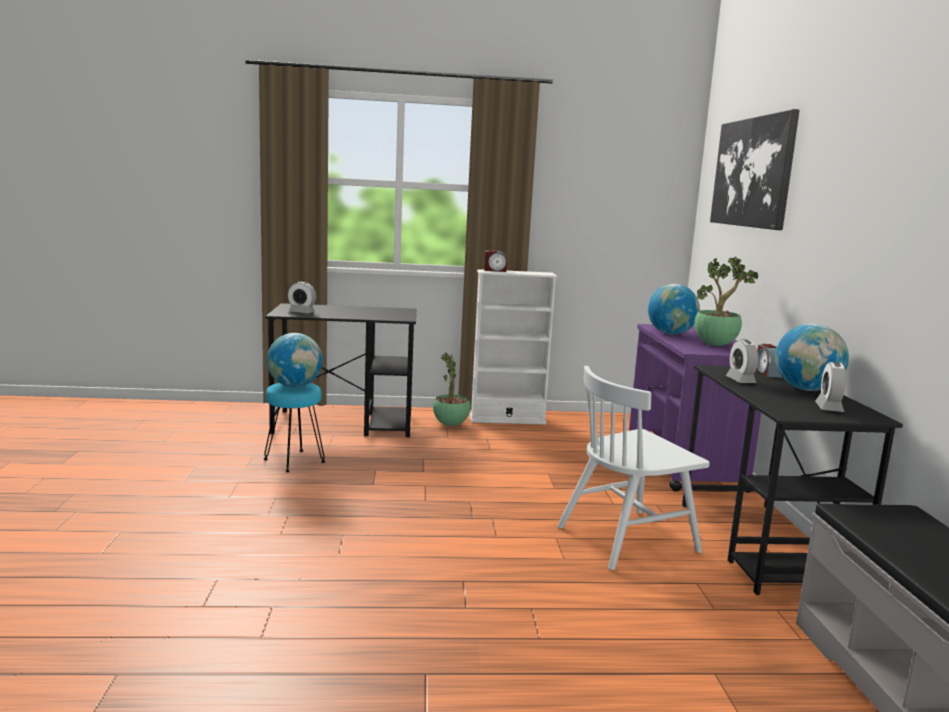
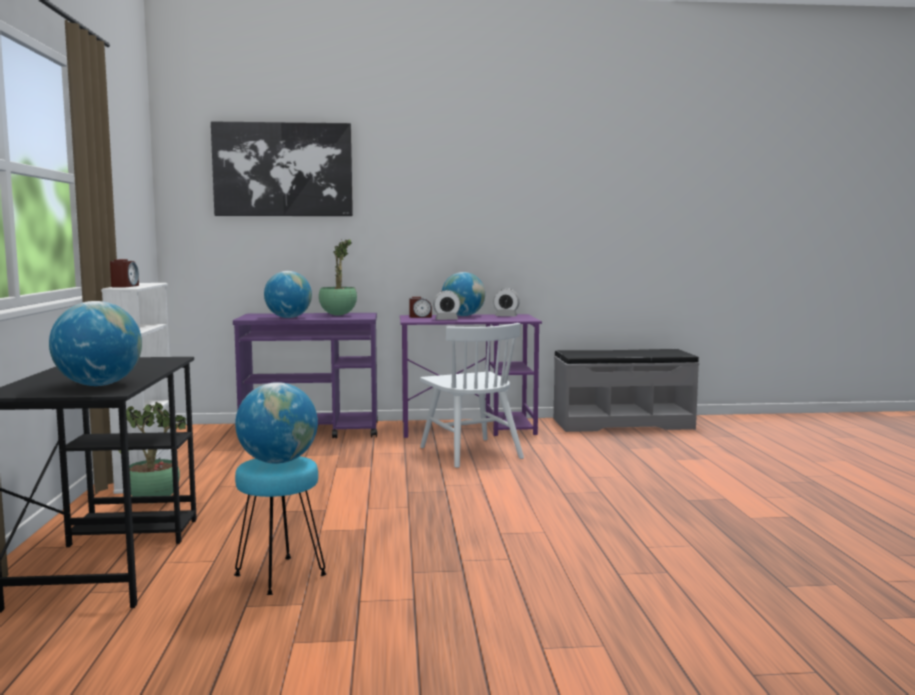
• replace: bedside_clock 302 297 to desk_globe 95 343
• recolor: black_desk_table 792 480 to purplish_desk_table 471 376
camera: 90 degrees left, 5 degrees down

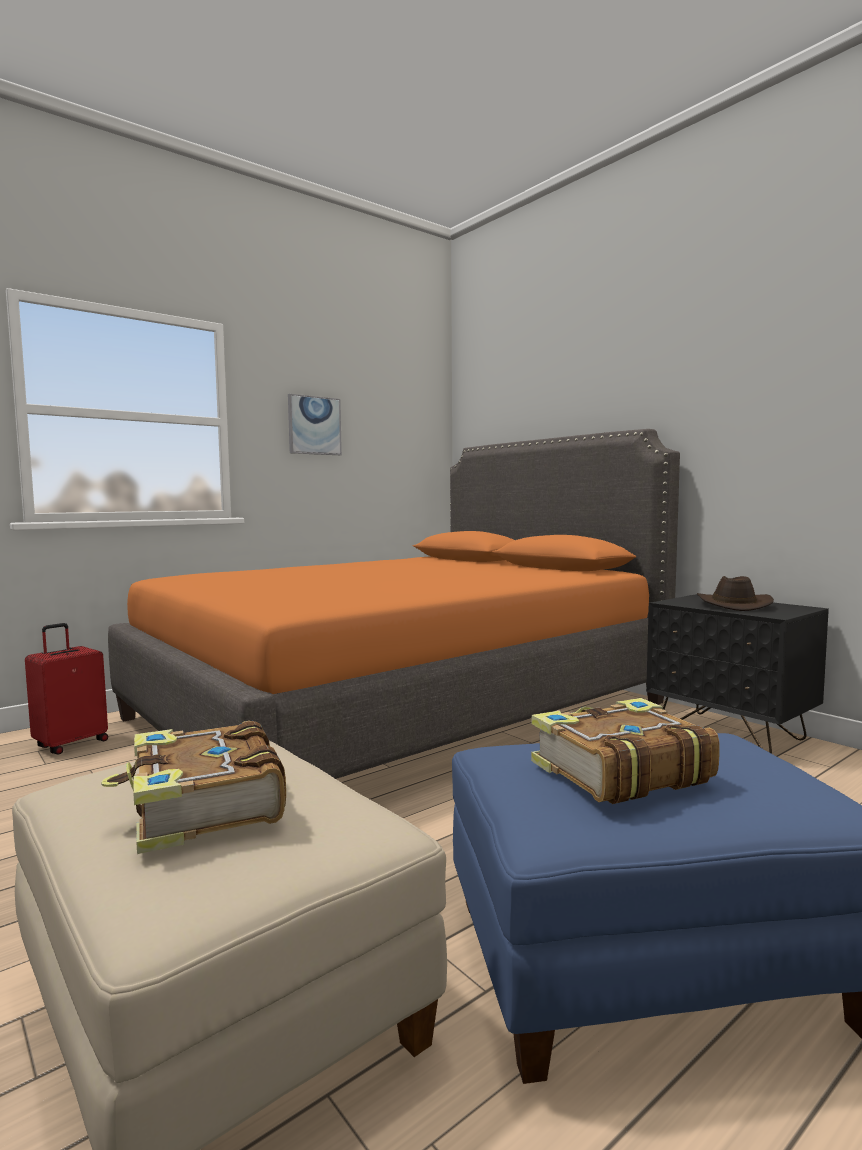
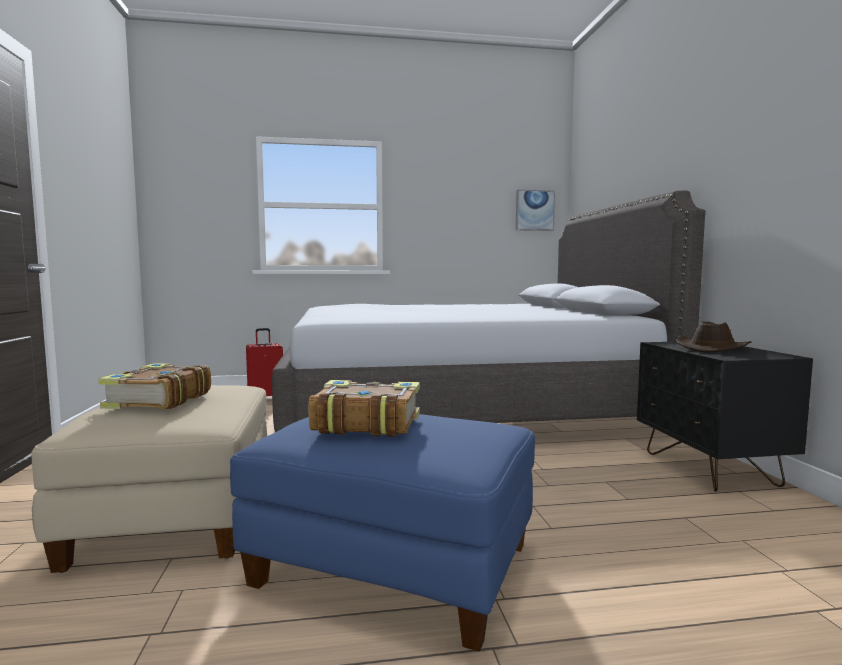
• move: wall_art 315 424 to 535 210
• recolor: orange-coloured_bedroom_bed 394 604 to grey_bedroom_bed 488 314
camera: 30 degrees right, 0 degrees up

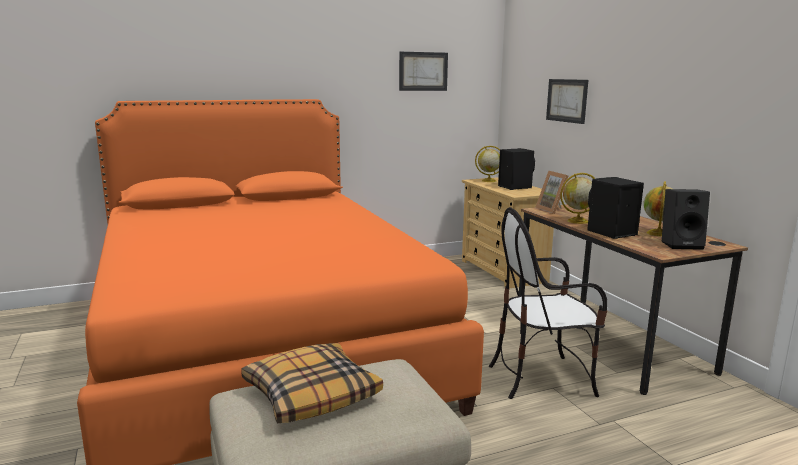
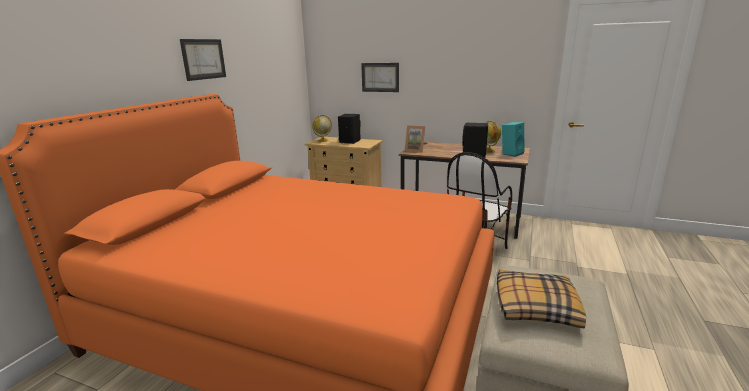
• delete: desk_globe 578 198
• move: wall_art 423 71 to 203 60
• recolor: black_speaker 686 219 to turquoise-coloured_speaker 513 139
camera: 45 degrees left, 5 degrees up

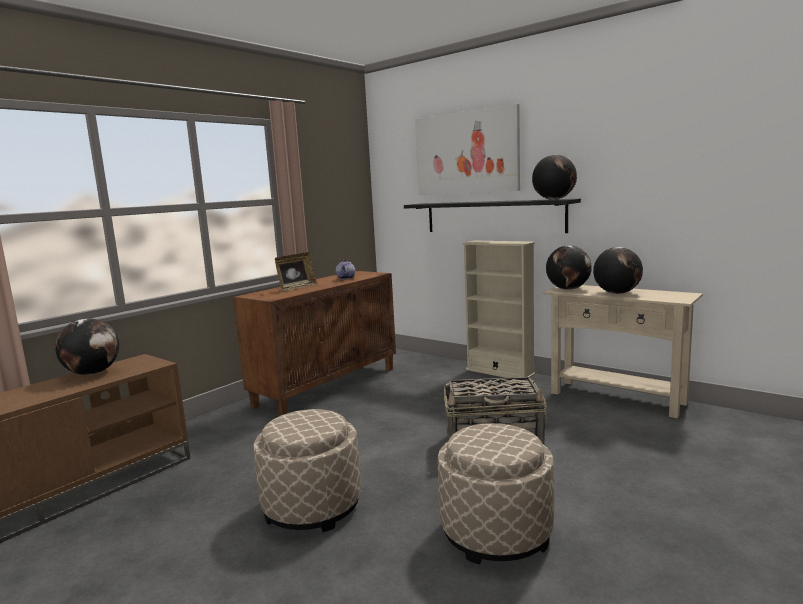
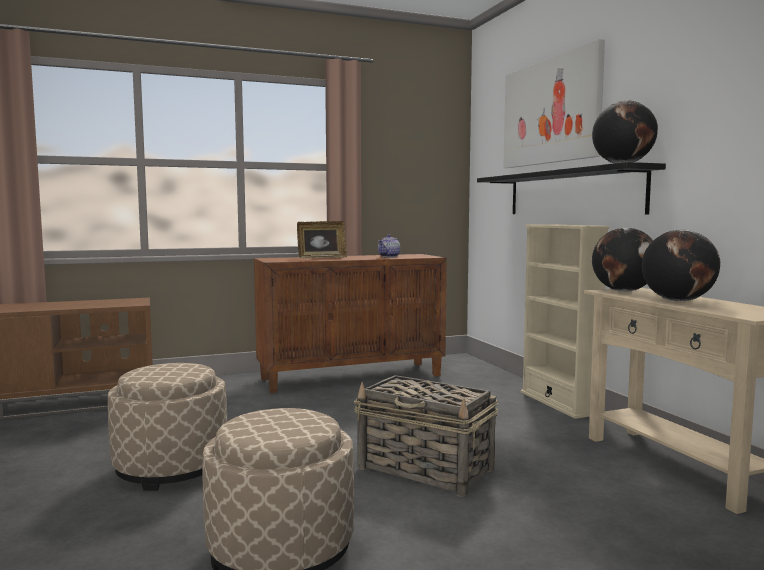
• delete: desk_globe 87 347
camera: 30 degrees right, 5 degrees down

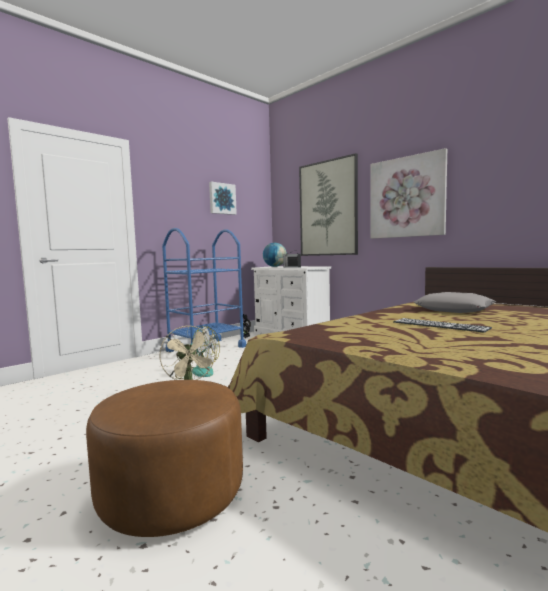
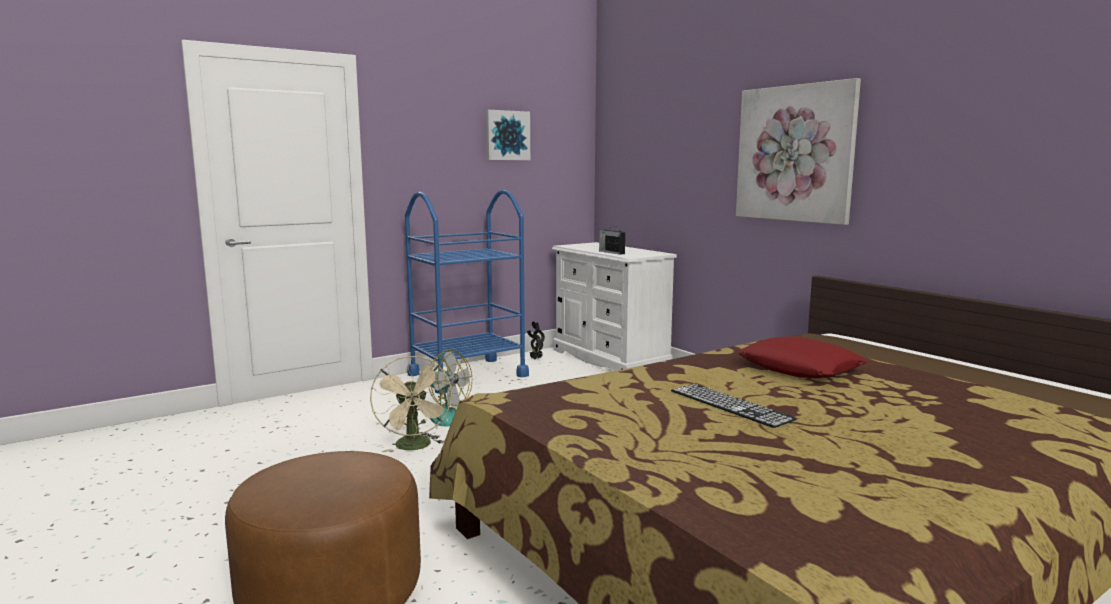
• delete: desk_globe 275 255
• delete: wall_art 328 204
• recolor: grey_throw_pillow 454 302 to red_throw_pillow 802 357
camera: 10 degrees right, 5 degrees up

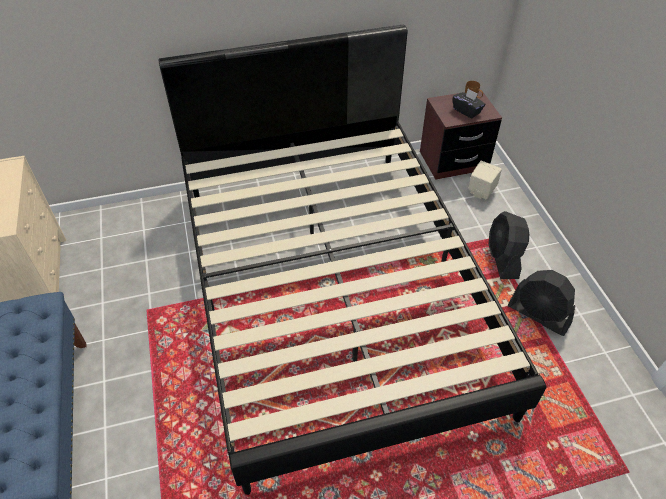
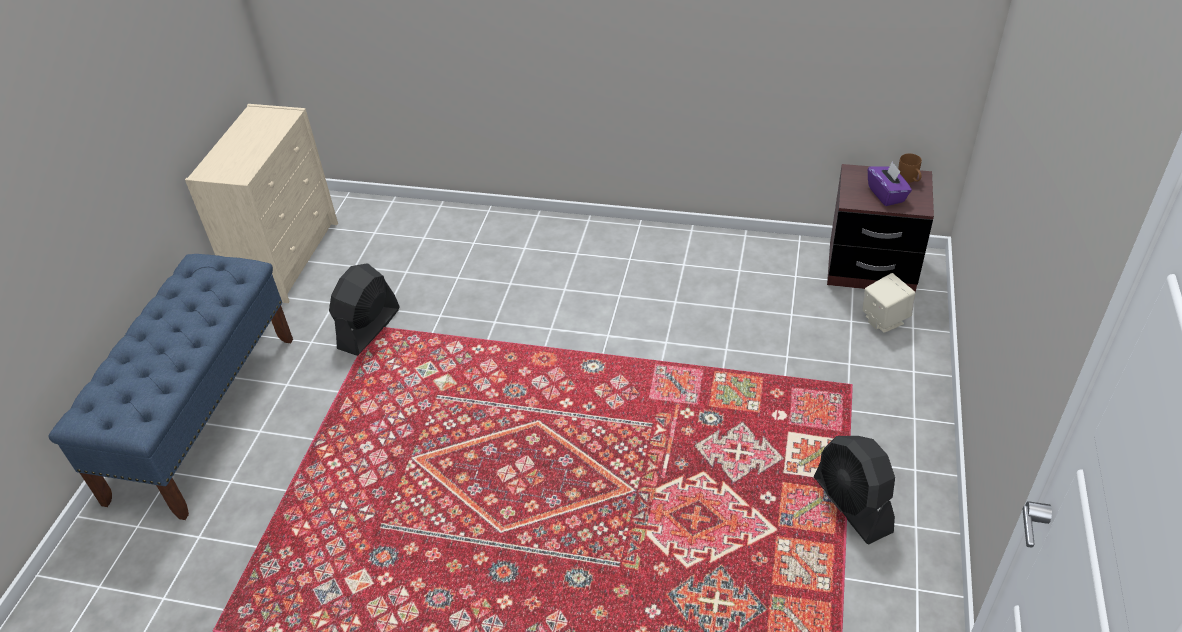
• delete: black_bedroom_bed 353 260
• move: black_electric_fan 509 245 to 364 309
• recolor: black_tissue_holder 469 103 to purplish_tissue_holder 890 183
camera: 30 degrees right, 5 degrees down

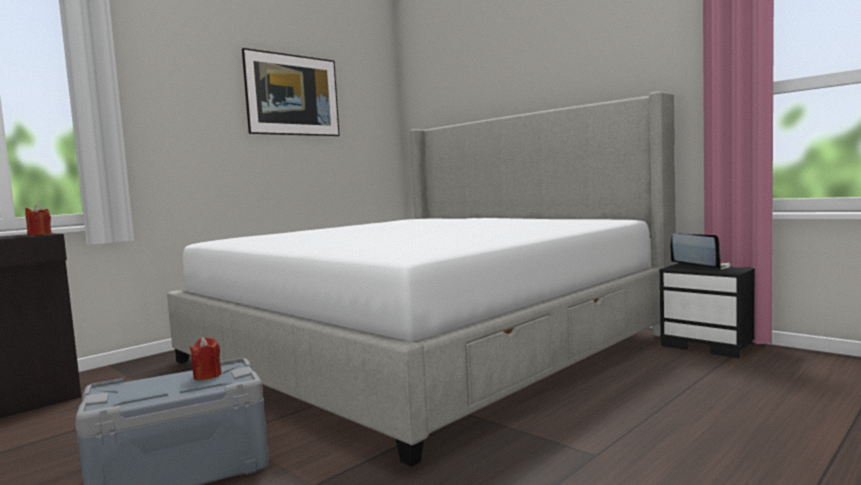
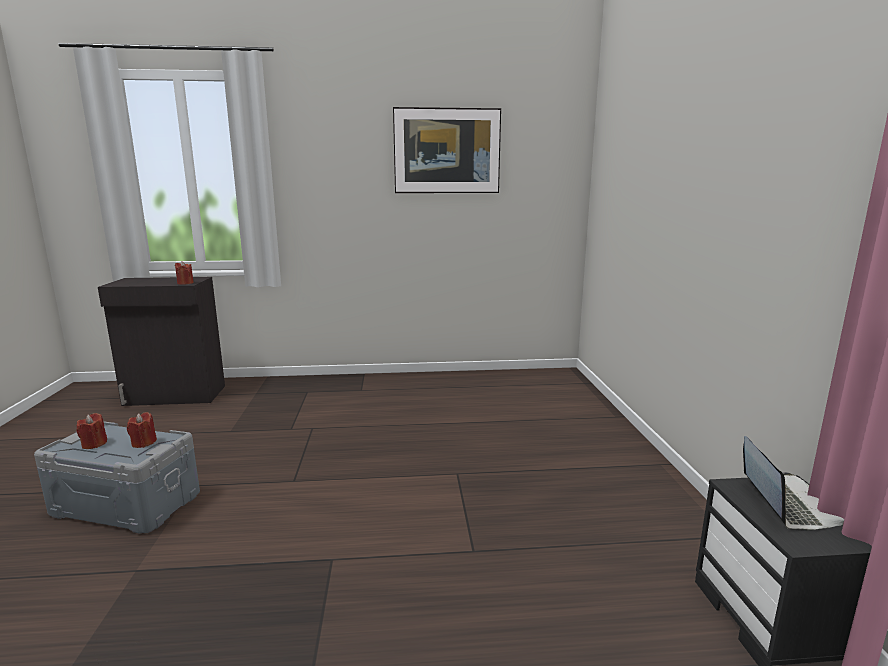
• delete: bedroom_bed 421 279
• insert: red_wax_candle 91 431
camera: 40 degrees right, 10 degrees up

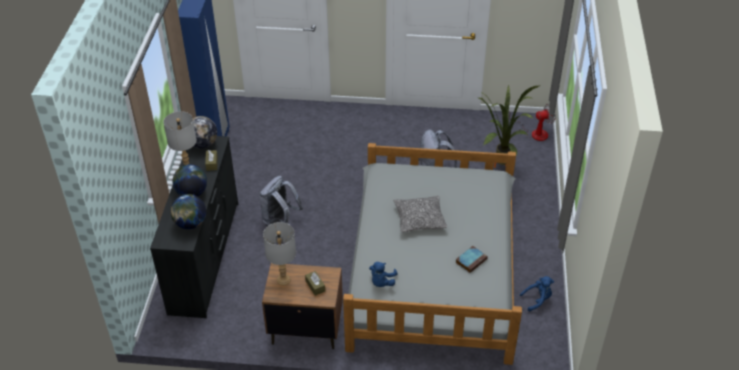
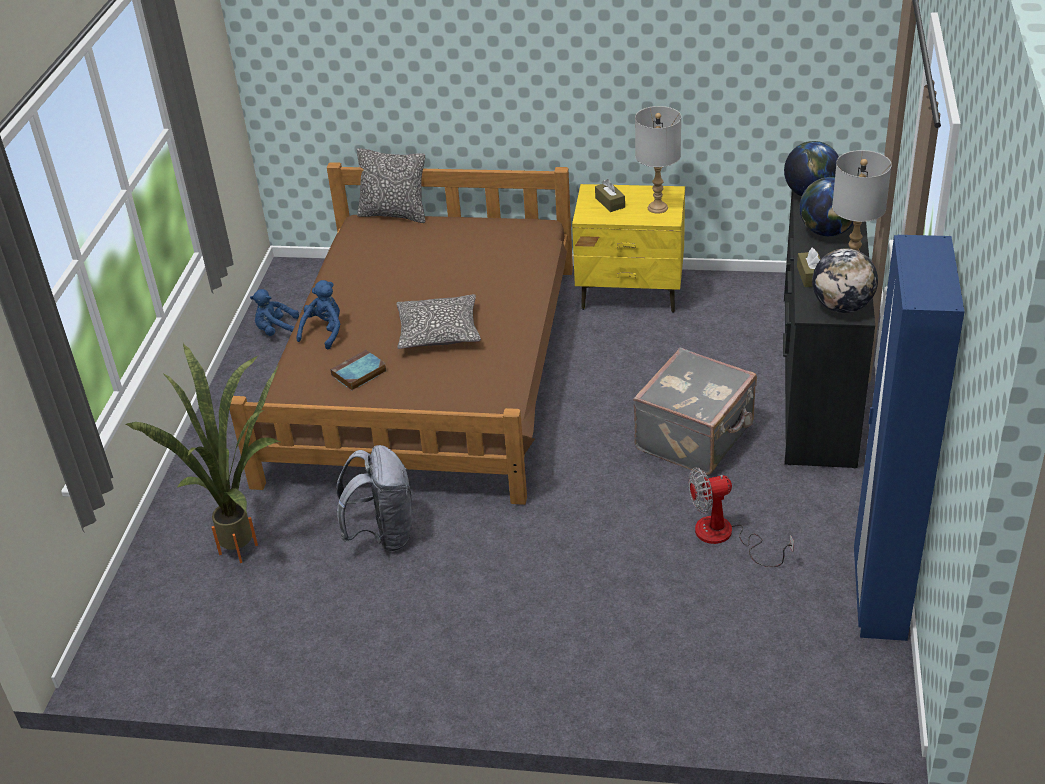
• insert: throw_pillow 391 185
• move: blue-coloured_soft_toy 383 274 to 318 315
• move: book 472 259 to 359 370
• move: electric_fan 532 122 to 741 517
• replace: grey_knapsack 281 201 to grey_piece_of_luggage 695 411
• recolor: brownish_nightstand 302 306 to yellow-coloured_nightstand 628 248
• recolor: grey_bedroom_bed 432 254 to brownish_bedroom_bed 401 333
camera: 175 degrees left, 5 degrees down

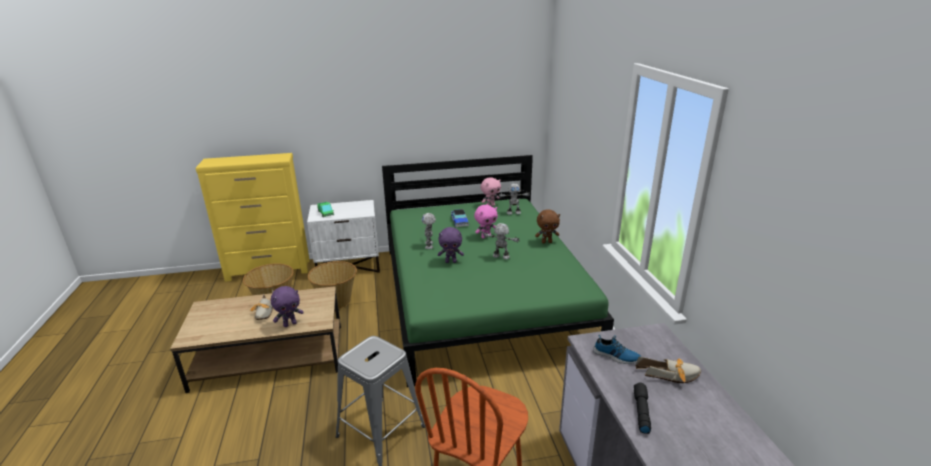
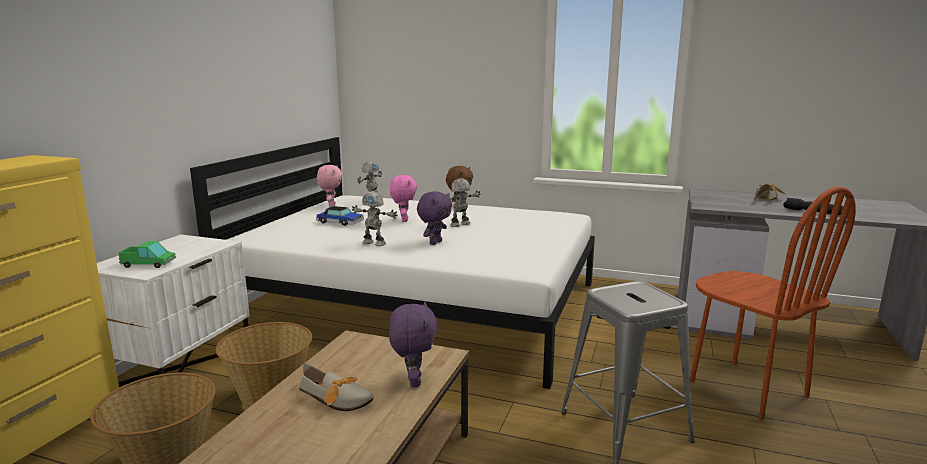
• delete: low_shoe 617 349
• recolor: greenish_bedroom_bed 498 271 to white_bedroom_bed 392 263
camera: 60 degrees left, 10 degrees down

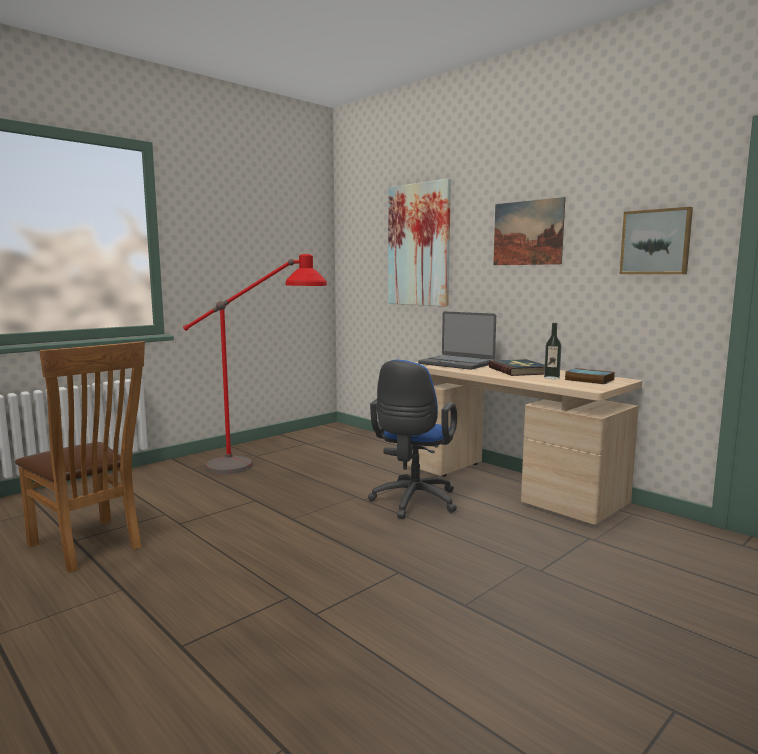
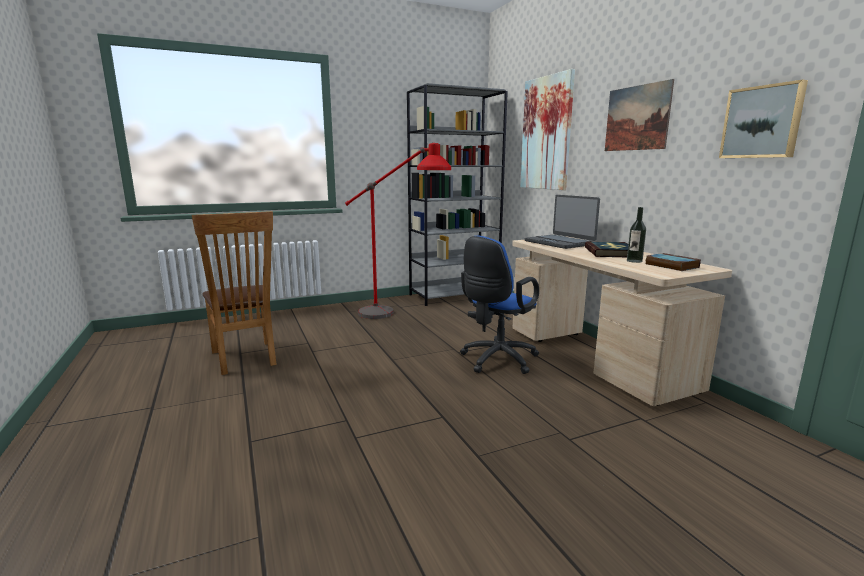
• insert: grey_shelving_unit 457 194
camera: 20 degrees right, 5 degrees up

